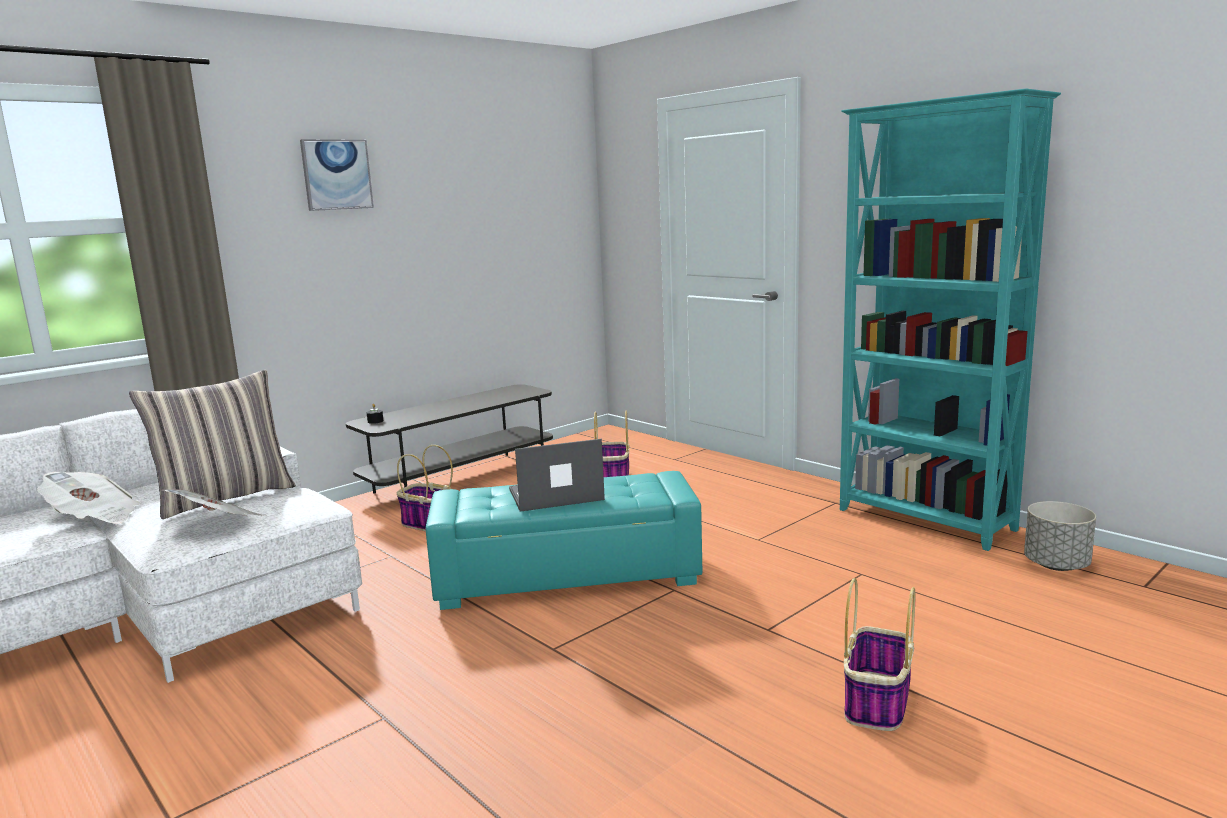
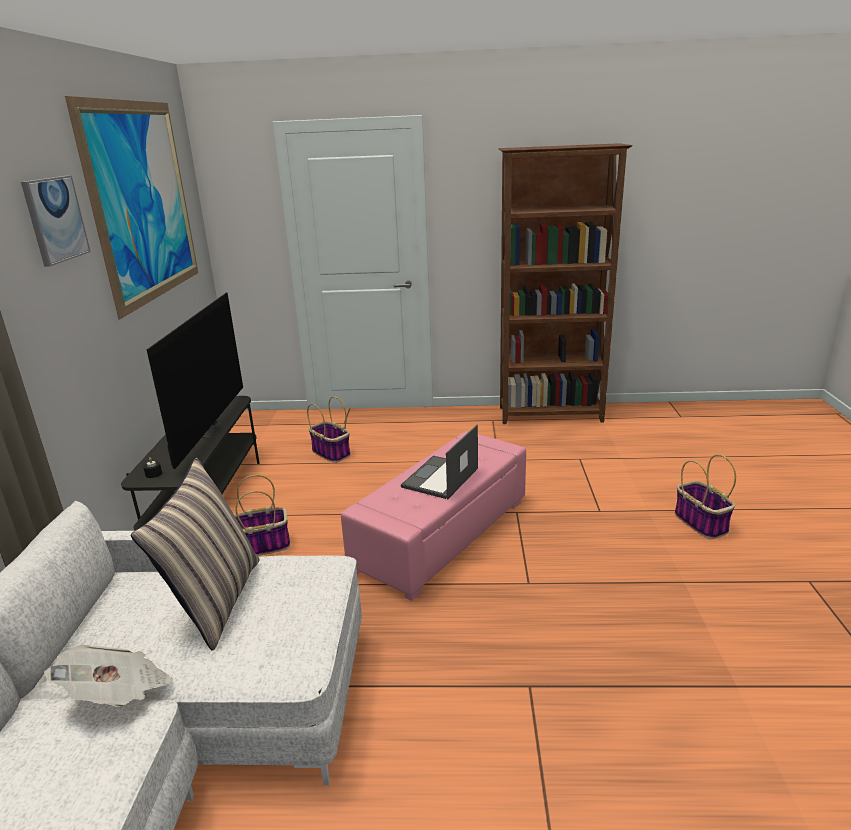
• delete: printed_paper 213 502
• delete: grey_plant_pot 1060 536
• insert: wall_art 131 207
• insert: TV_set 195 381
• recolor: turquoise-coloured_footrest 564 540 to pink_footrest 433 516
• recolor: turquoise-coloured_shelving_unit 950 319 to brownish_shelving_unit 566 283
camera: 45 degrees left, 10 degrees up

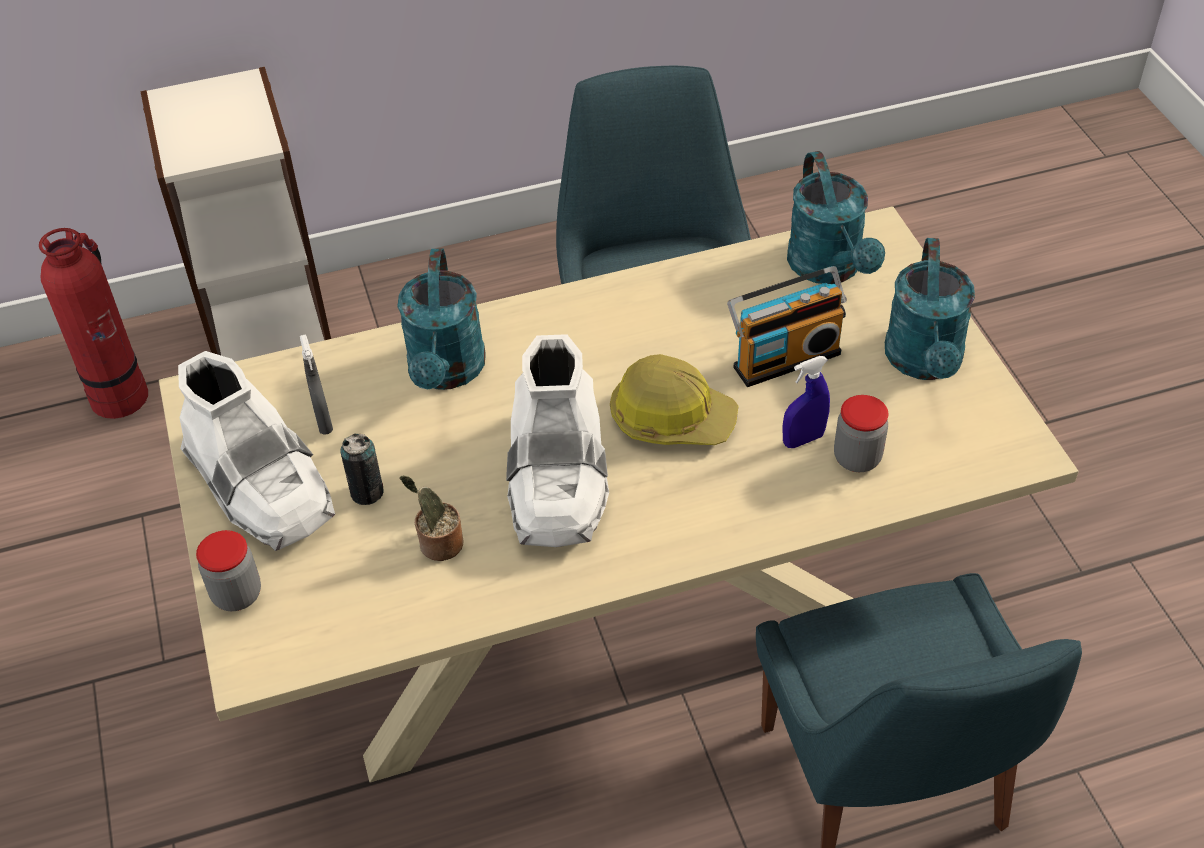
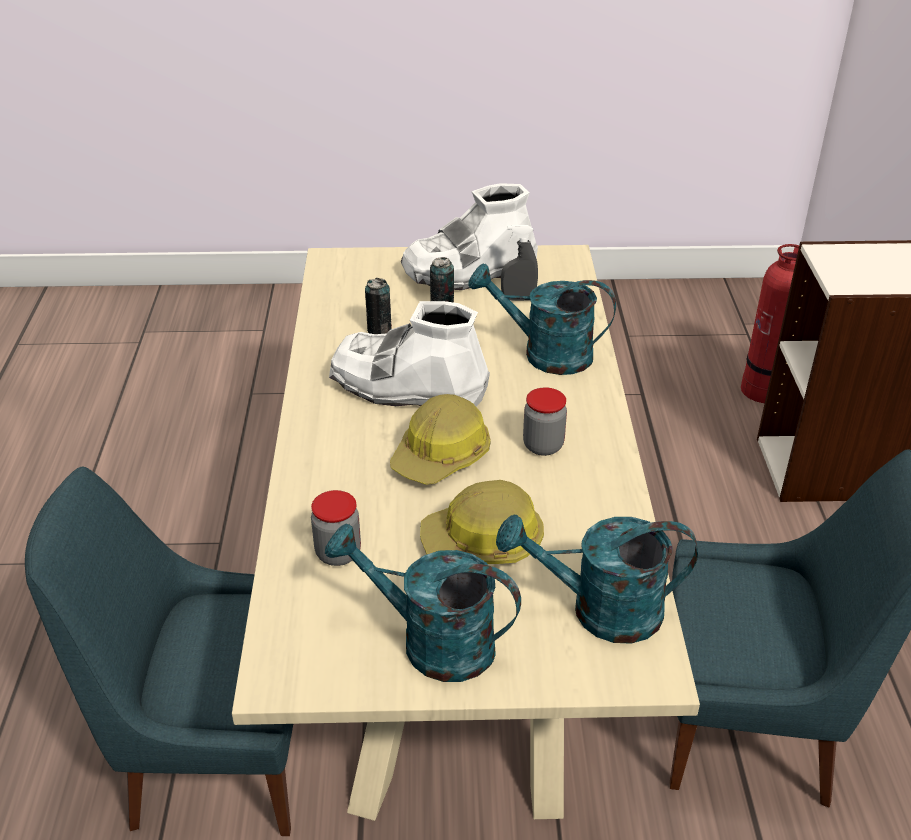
• delete: blue-coloured_sprayer 806 402
• move: preserve_jar 228 570 to 545 421
• replace: plant_in_a_pot 431 518 to sealed_can 378 306
• replace: radio 787 326 to safety_helmet 482 522
camera: 105 degrees right, 10 degrees down

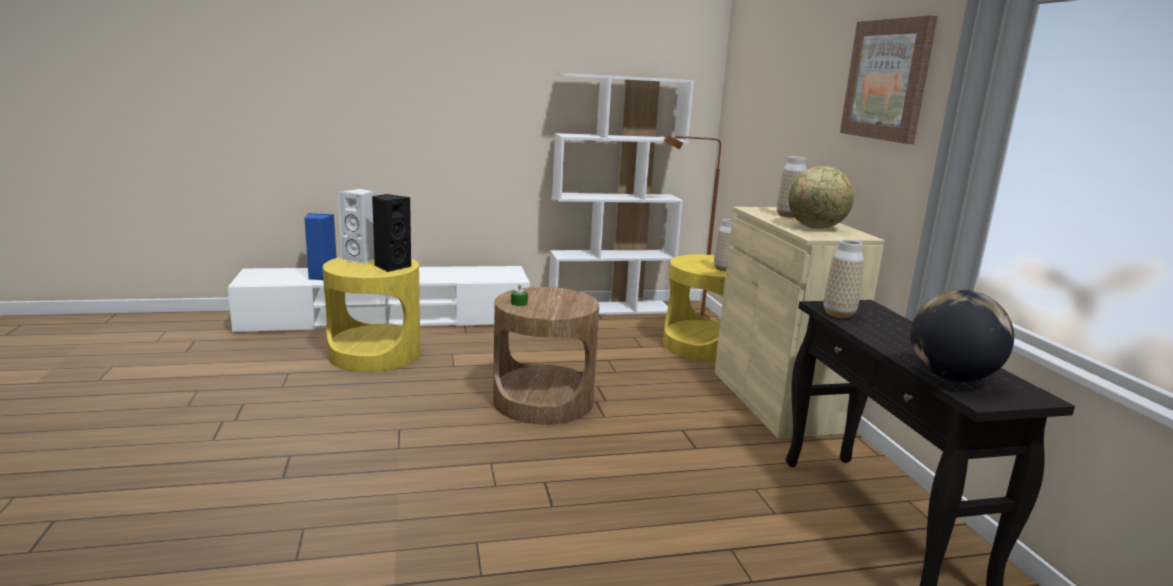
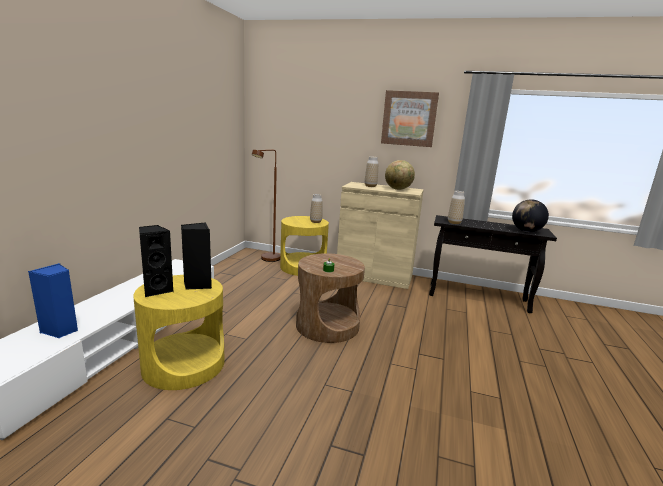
• delete: white_shelving_unit 621 194
• recolor: white_speaker 357 226 to black_speaker 156 261
camera: 60 degrees left, 0 degrees up

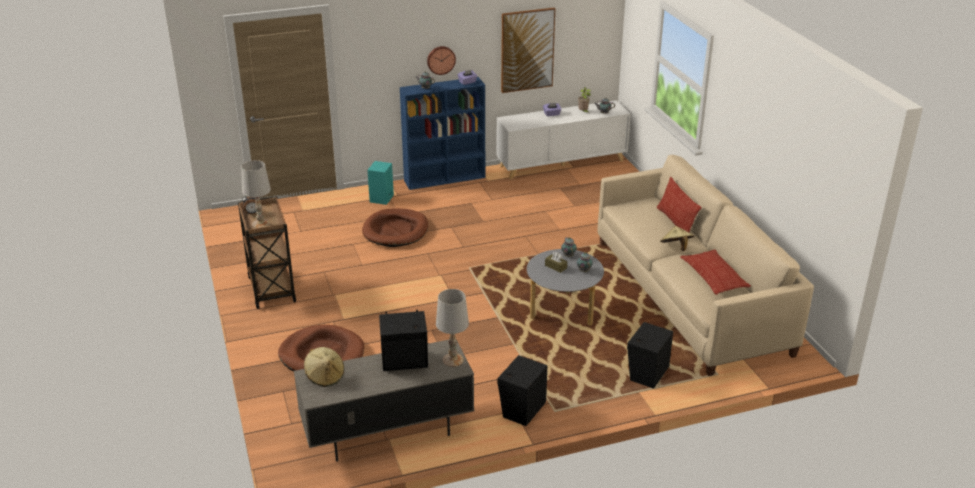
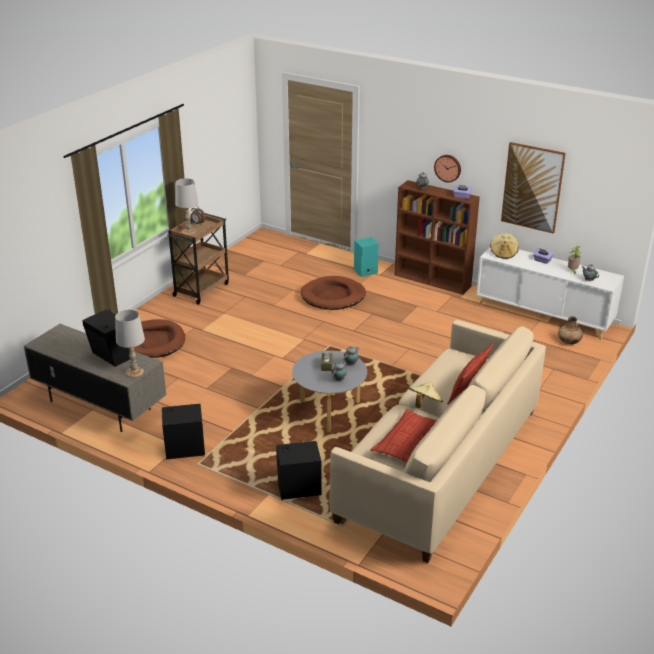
• insert: brownish_decorative_vase 570 330
• move: sand-coloured_clothing_hat 324 367 to 504 246
• recolor: blue-coloured_shelving_unit 442 133 to brownish_shelving_unit 437 237
camera: 50 degrees right, 0 degrees up

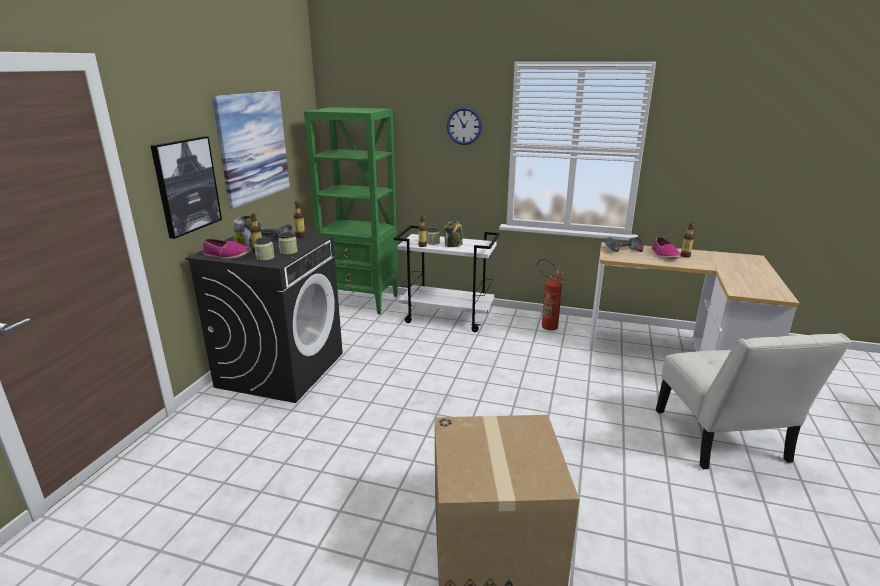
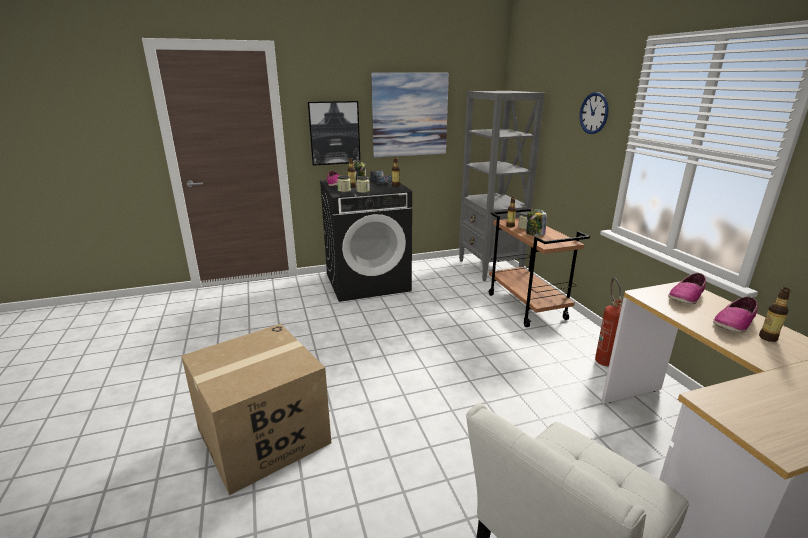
• replace: power_drill 624 244 to low_shoe 687 288
• recolor: greenish_shelving_unit 351 210 to grey_shelving_unit 502 186
• recolor: white_cart 447 278 to brownish_cart 539 268
camera: 55 degrees right, 0 degrees up

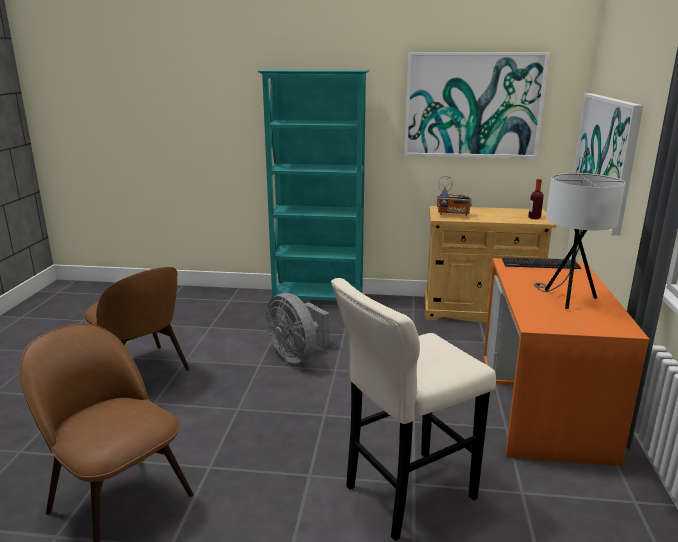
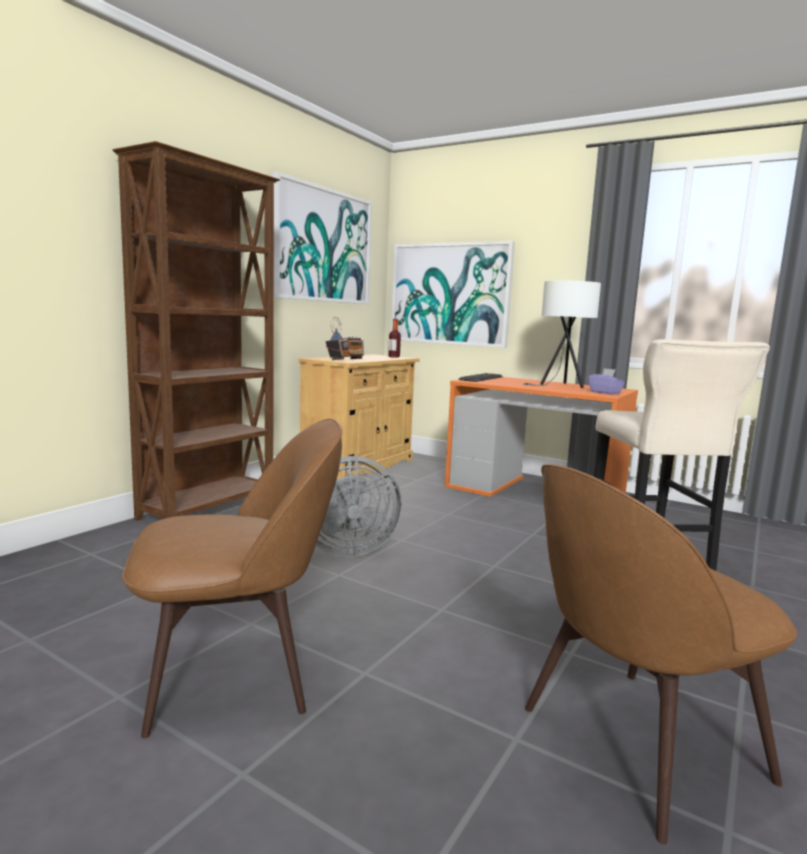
• insert: purplish_tissue_holder 606 381
• recolor: turquoise-coloured_shelving_unit 313 185 to brownish_shelving_unit 196 331
camera: 65 degrees left, 10 degrees down

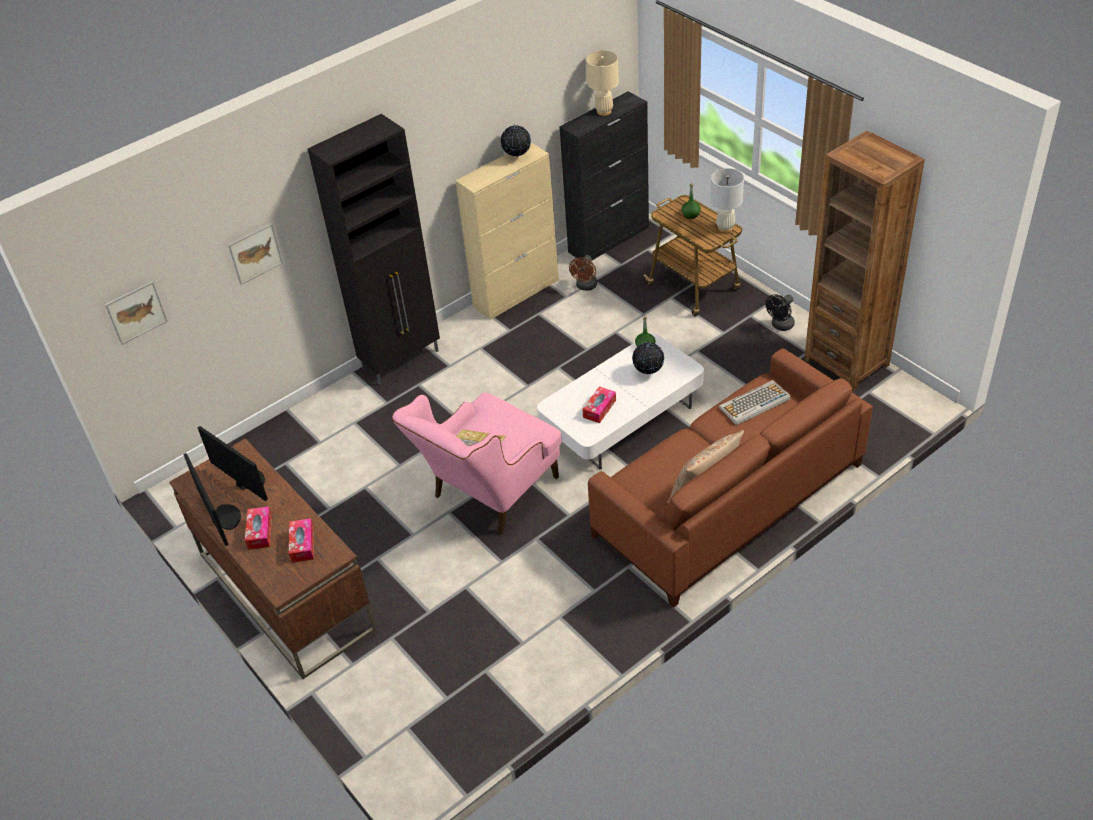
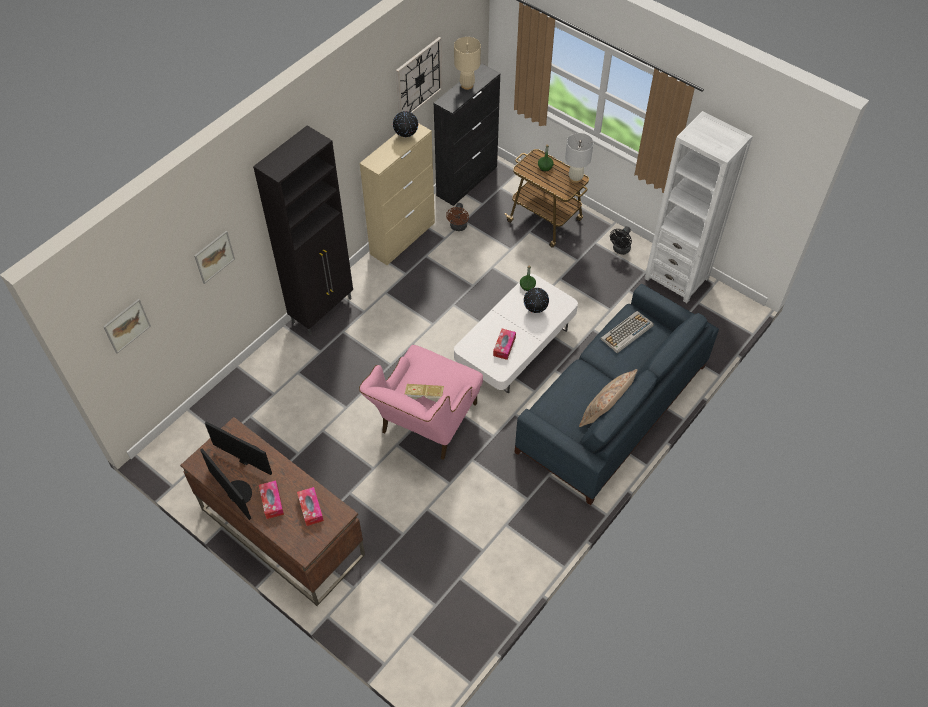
• insert: hanging_clock 419 75
• recolor: brownish_sofa 730 478 to blue-coloured_sofa 617 394
• recolor: brownish_shelving_unit 864 260 to white_shelving_unit 698 207
camera: 15 degrees left, 10 degrees up

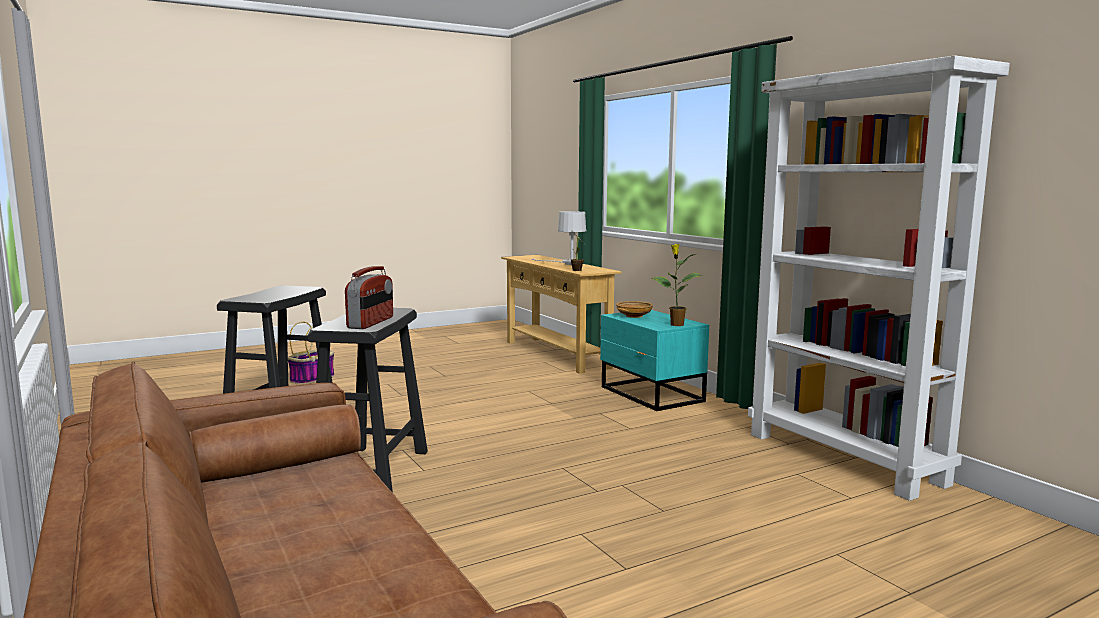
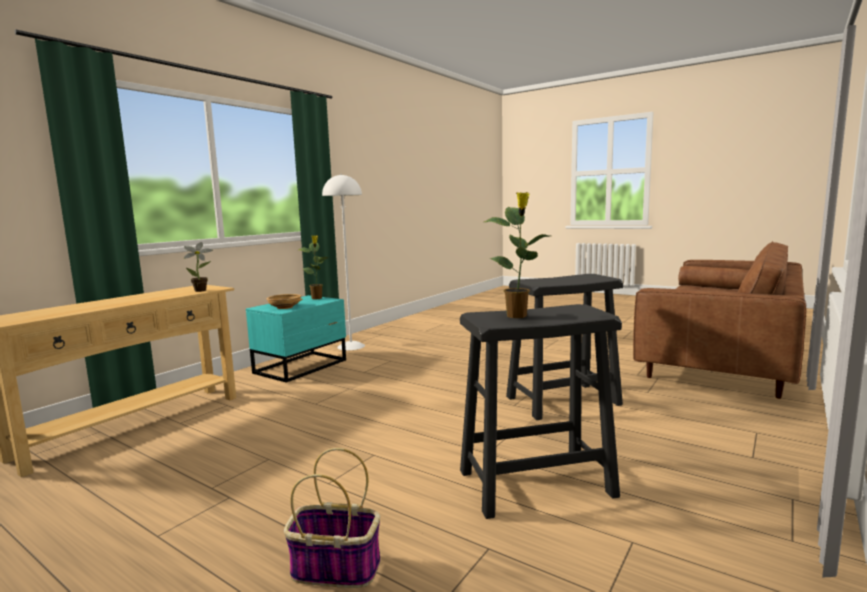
• delete: radio 369 297
• delete: white_lamp_for_a_table 559 238
• delete: white_shelving_unit 879 278
• insert: white_standard_lamp 343 262
• insert: plant_in_a_pot 516 255
camera: 115 degrees left, 0 degrees up

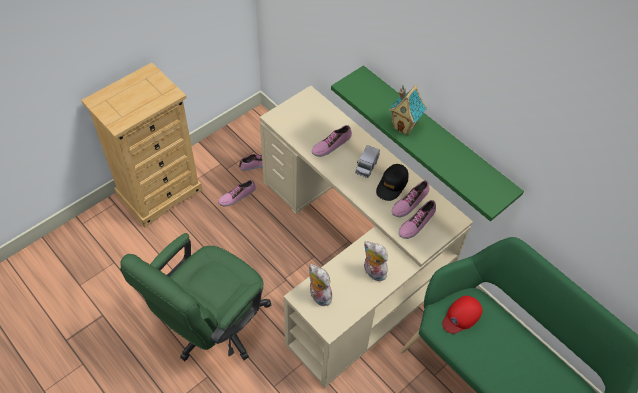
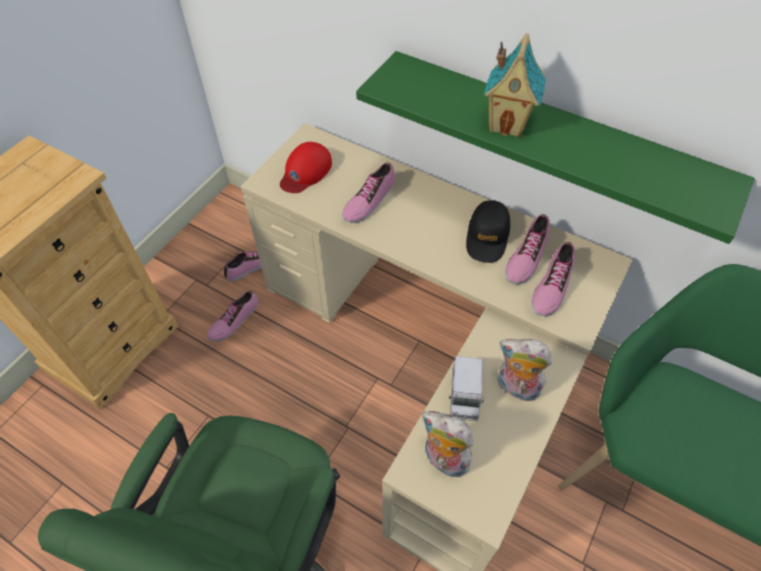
• move: model_truck 367 161 to 466 388
• move: red_baseball_cap 462 315 to 306 167
camera: 15 degrees left, 0 degrees up

